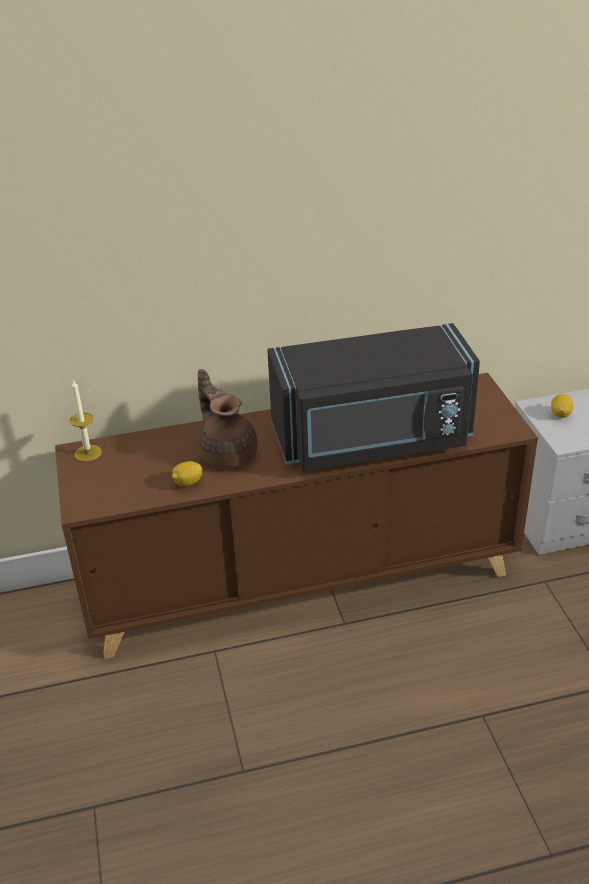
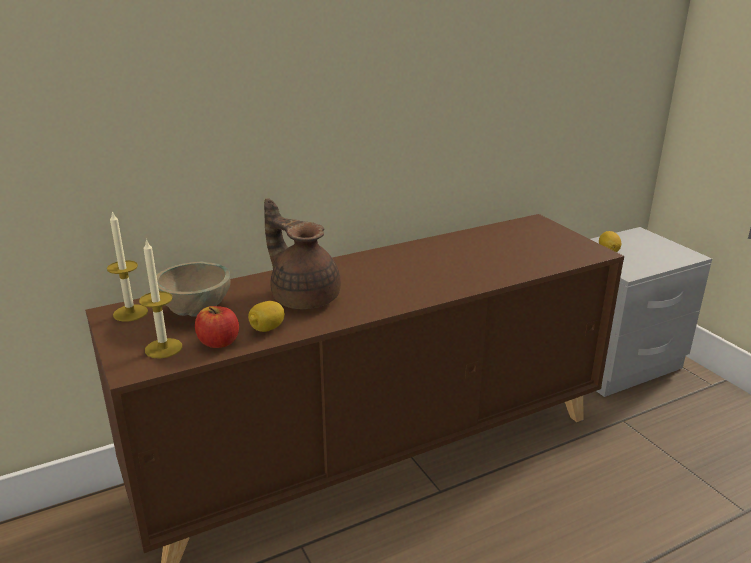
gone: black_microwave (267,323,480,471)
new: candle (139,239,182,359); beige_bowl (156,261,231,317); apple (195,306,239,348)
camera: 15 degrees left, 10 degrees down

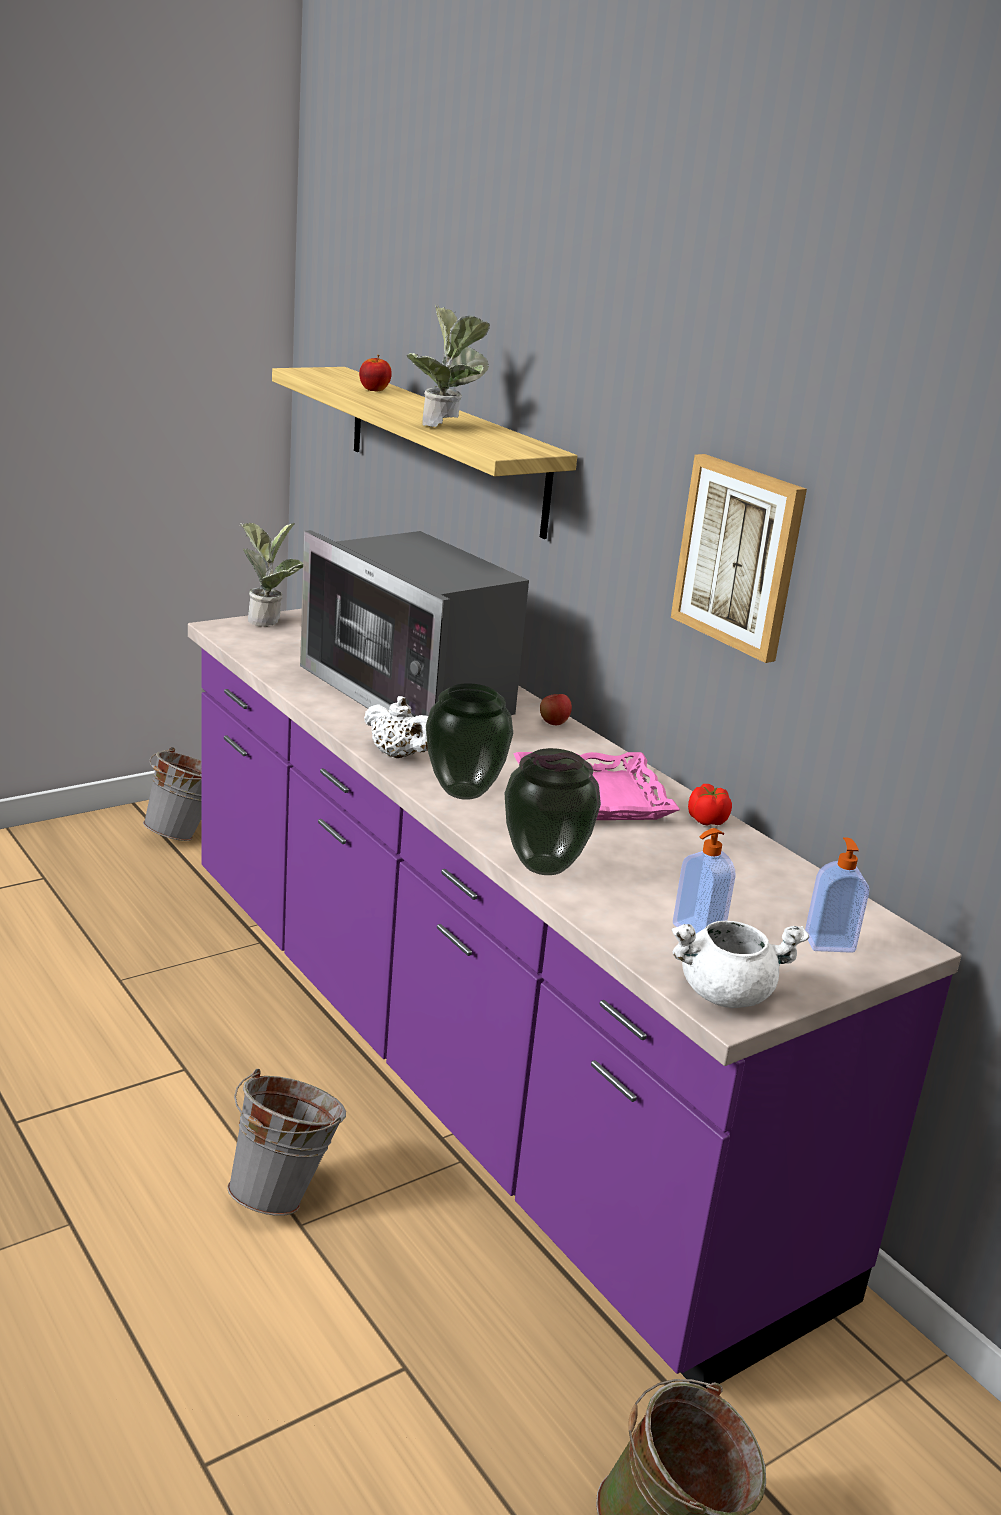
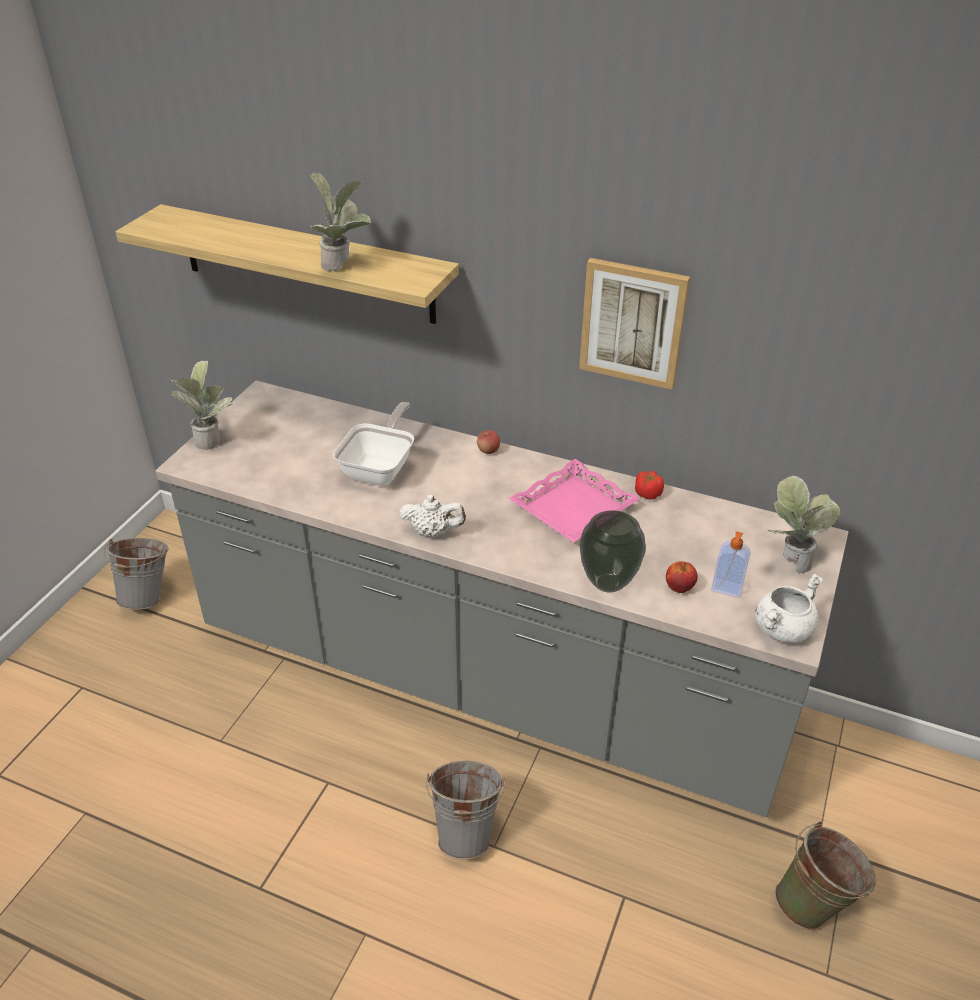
gone: vase (426,683,513,800)
shifted: apple (359,355,392,391) to (666,561,698,593)
swapped: microwave (300,530,529,734) to frying_pan (333,402,414,486); soap_dispenser (805,837,869,953) to potted_plant (768,476,840,573)
repainted: purple_counter (188,609,962,1388) to grey_counter (155,381,848,817)
camera: 30 degrees left, 15 degrees up

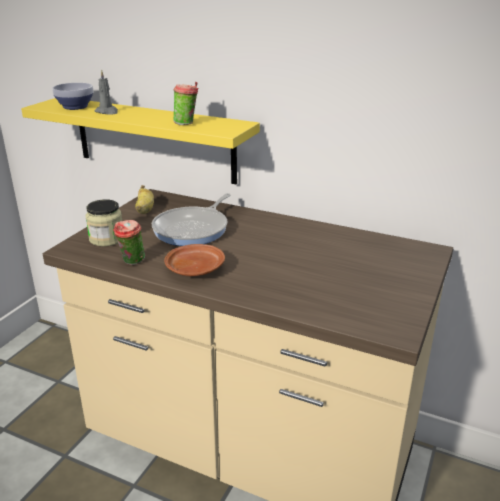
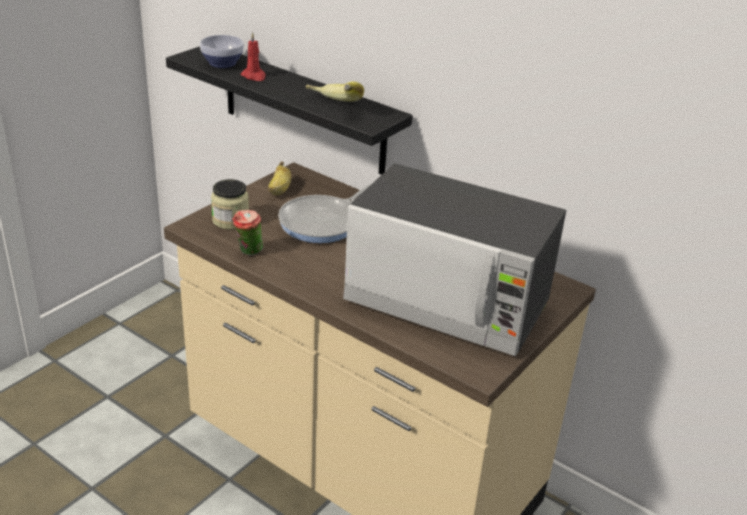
gone: brown_plate (164,244,225,276)
new: microwave (343,163,566,356)
swapped: cup (173,81,198,125) to banana (306,81,364,102)
repainted: grey_candle (94,70,118,114) to red_candle (241,32,266,81); yellow_shelf (21,98,260,184) to black_shelf (166,46,413,175)
camera: 10 degrees right, 5 degrees up

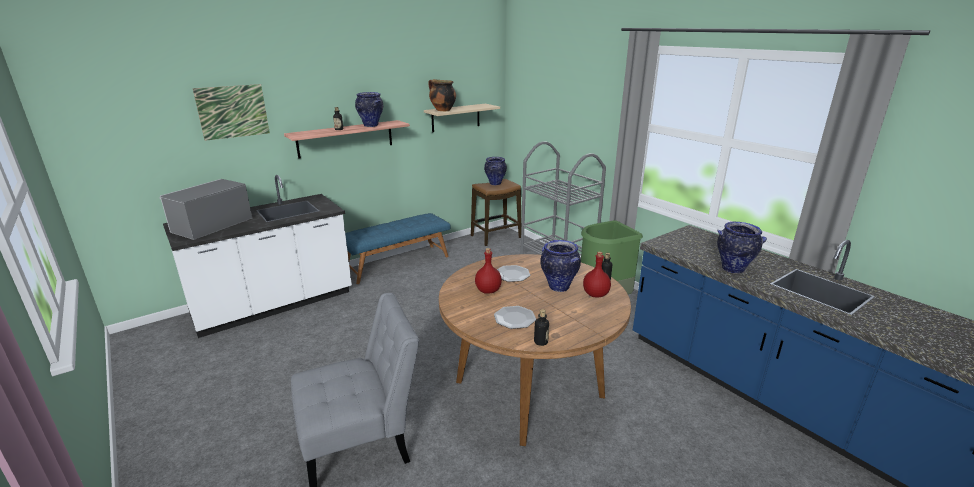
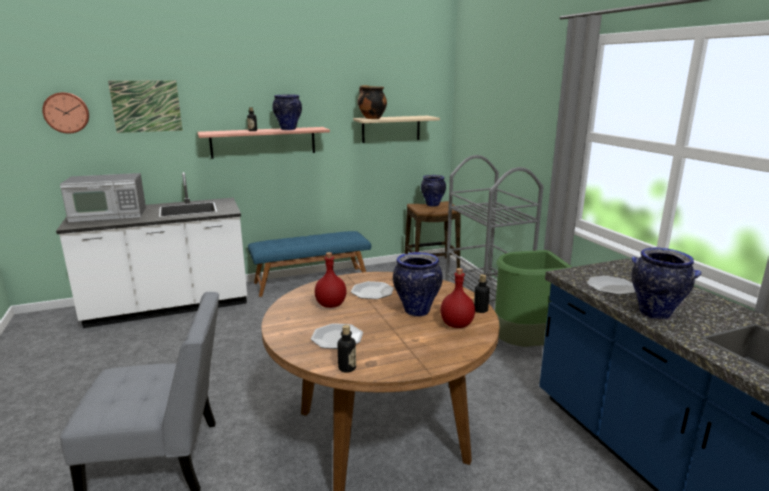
new: wall_clock (42,92,89,134); plate (587,276,636,295)
rotated: microwave (159,179,252,240) = (60,173,146,222) 150 degrees counterclockwise
camera: 15 degrees right, 5 degrees down

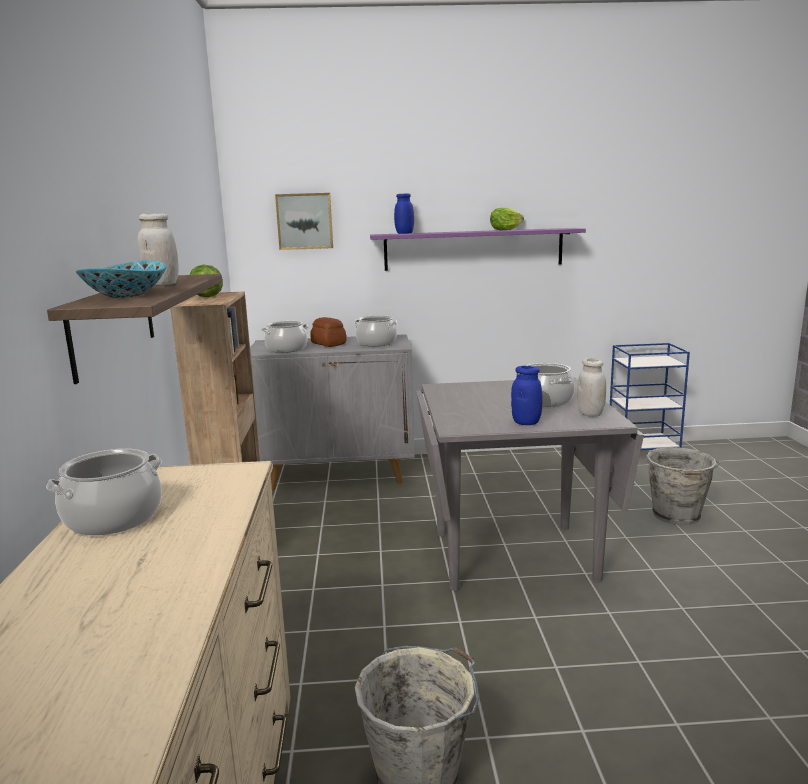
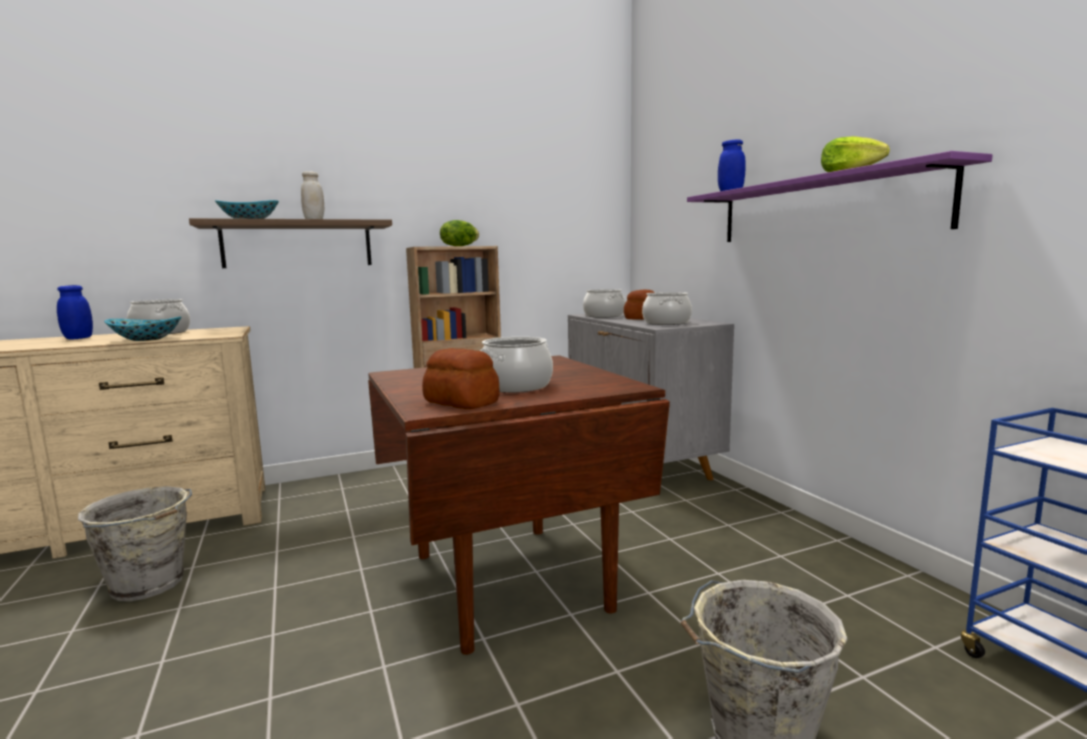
gone: picture (275,193,333,250)
new: bowl (104,317,182,341)
shifted: blue_jar (511,366,543,425) to (57,285,93,339)
swapped: white_jar (577,358,606,417) to bread (422,348,500,409)
repainted: grey_dining_table (416,378,644,591) to brown_dining_table (368,355,670,655)
camera: 70 degrees right, 5 degrees down

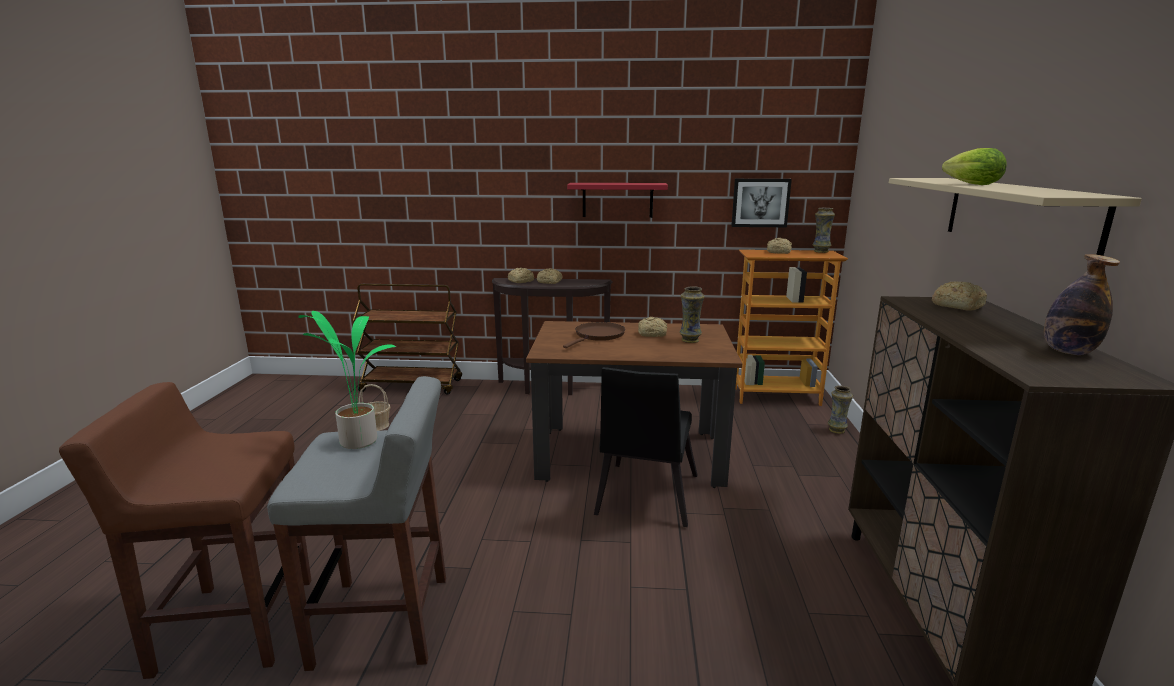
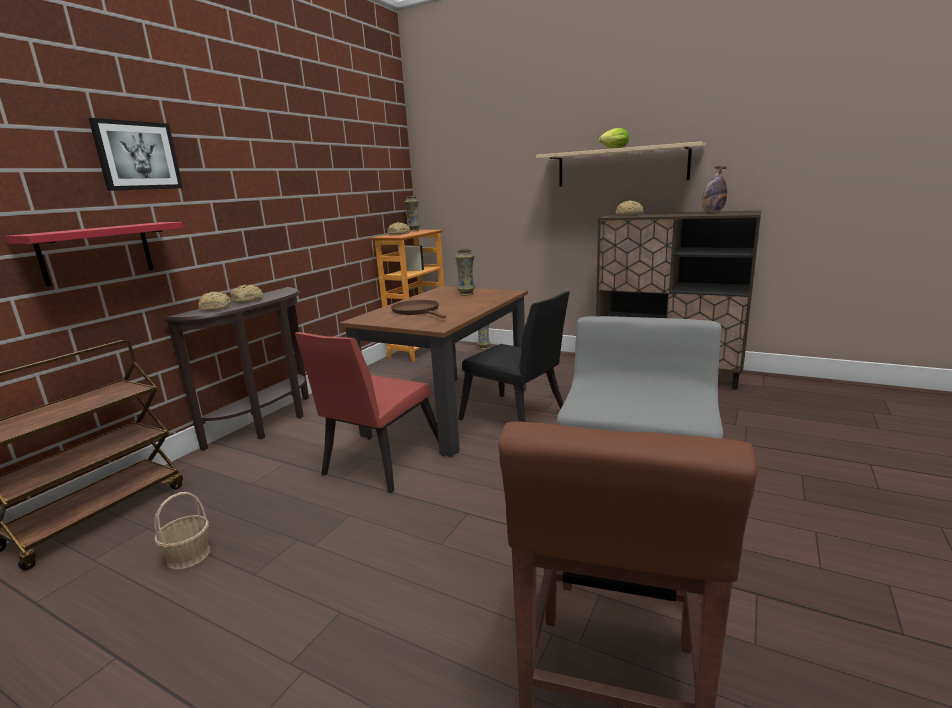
gone: potted_plant (298,311,396,449); bread (638,316,667,337)
new: red_chair (295,332,439,493)
shifted: picture (732,179,792,227) to (89,118,183,191); red_shelf (567,183,668,218) to (5,222,183,287)
camera: 65 degrees left, 0 degrees up

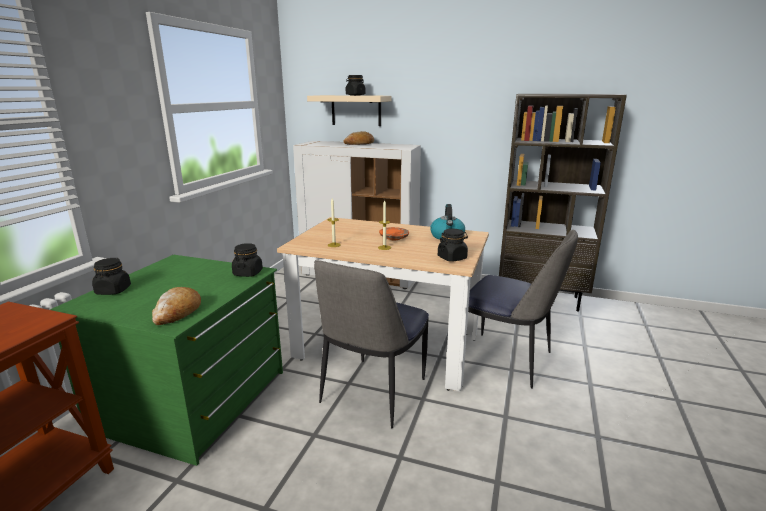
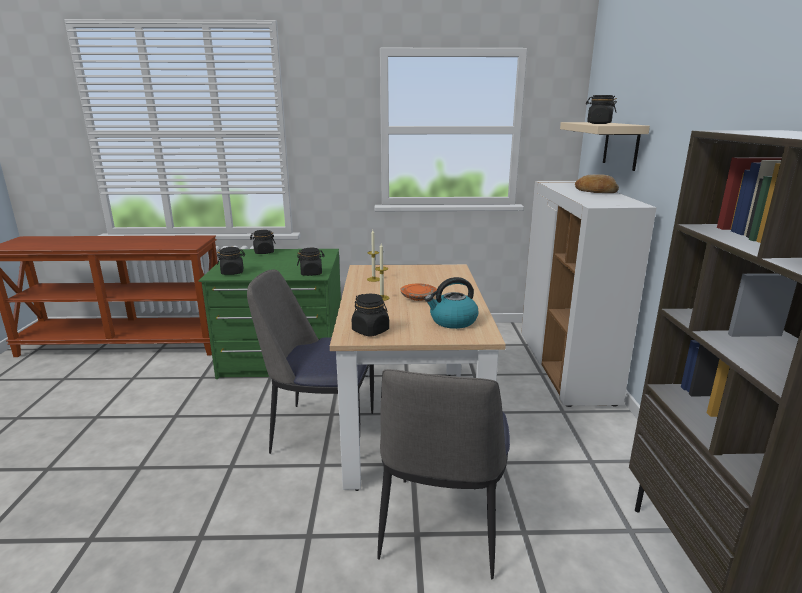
swapped: bread (152,287,201,325) to black_jar (217,247,245,275)
camera: 70 degrees right, 0 degrees up

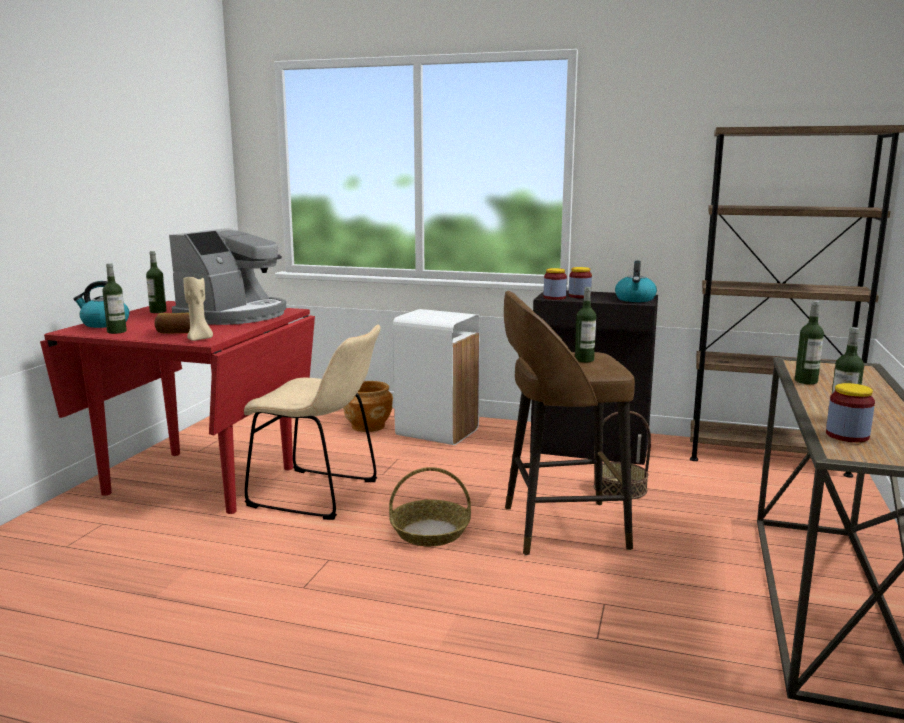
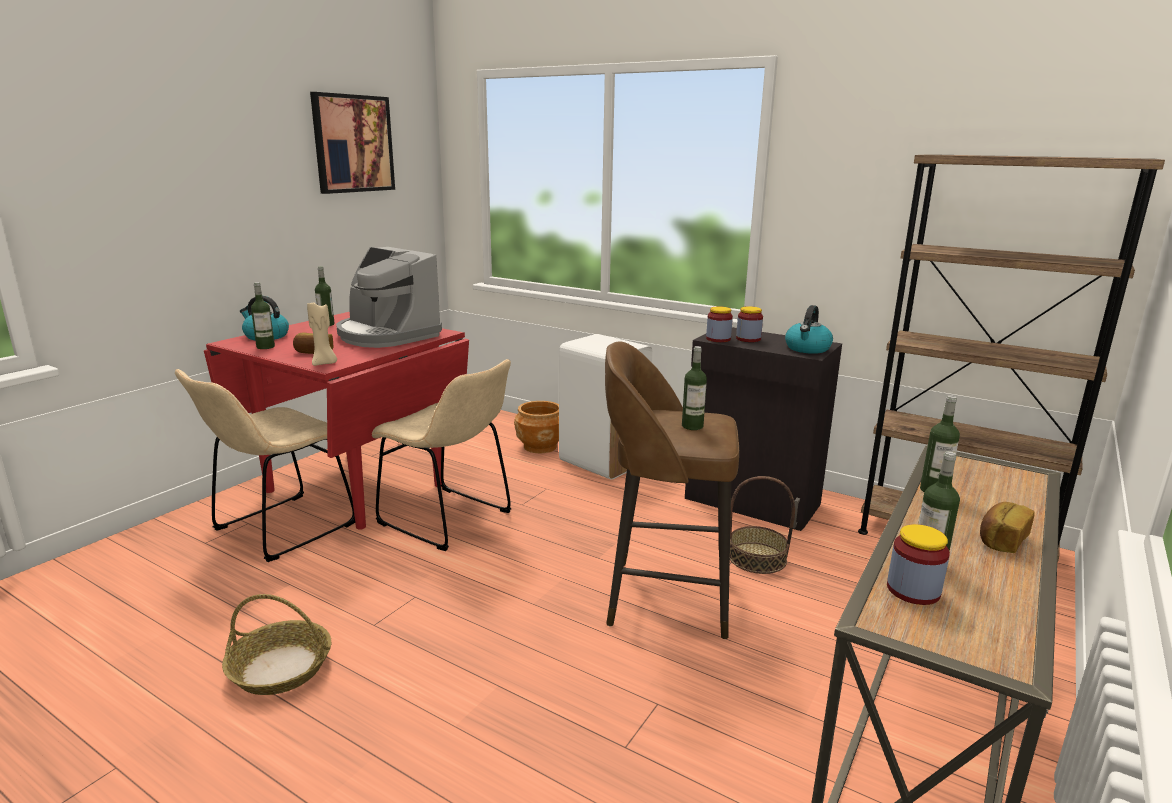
new: picture (310,92,395,194); beige_chair (175,369,355,562); bread (980,502,1035,553)
shifted: basket (389,467,471,546) to (222,594,331,695)
rotated: coffee_machine (169,228,286,325) = (336,247,442,348) 90 degrees clockwise
camera: 15 degrees right, 5 degrees up

